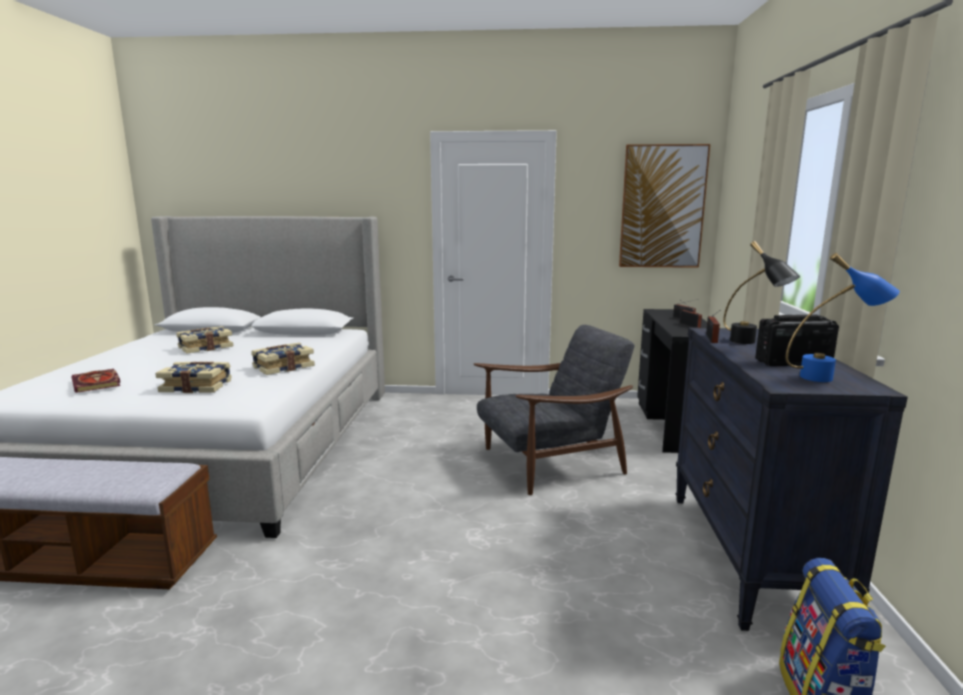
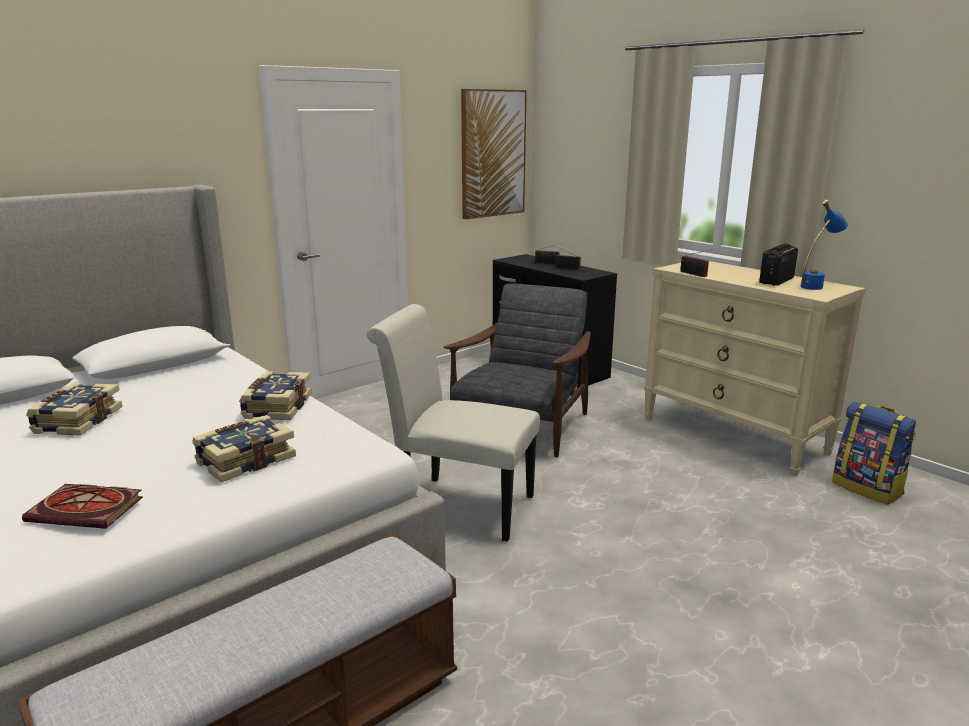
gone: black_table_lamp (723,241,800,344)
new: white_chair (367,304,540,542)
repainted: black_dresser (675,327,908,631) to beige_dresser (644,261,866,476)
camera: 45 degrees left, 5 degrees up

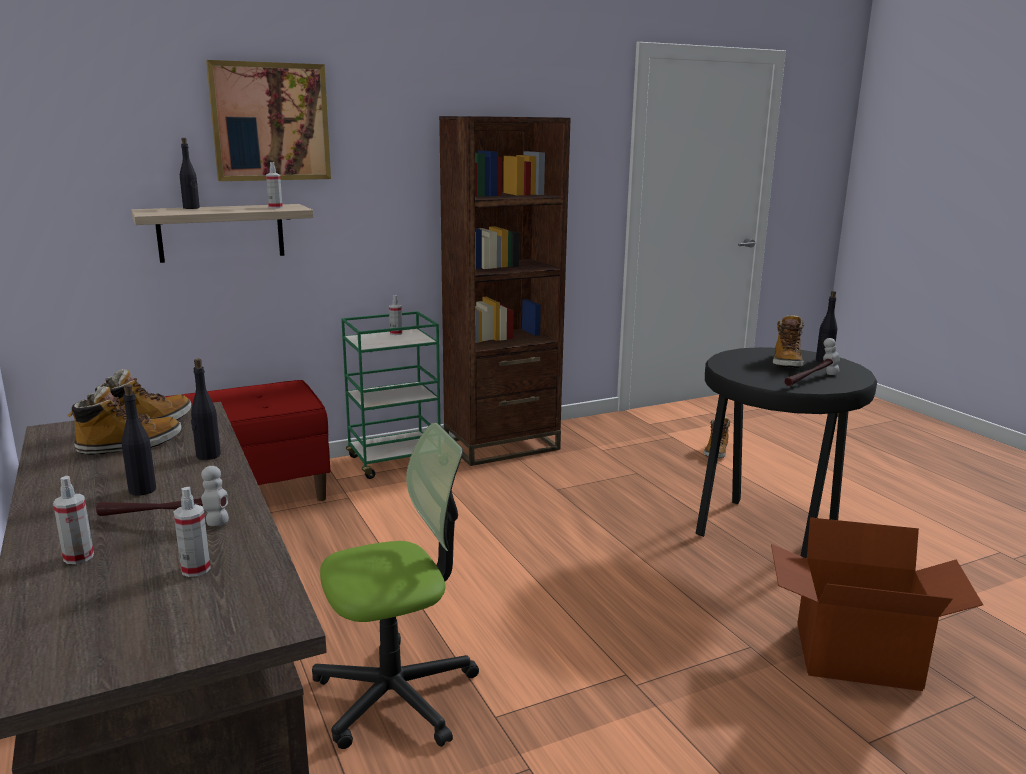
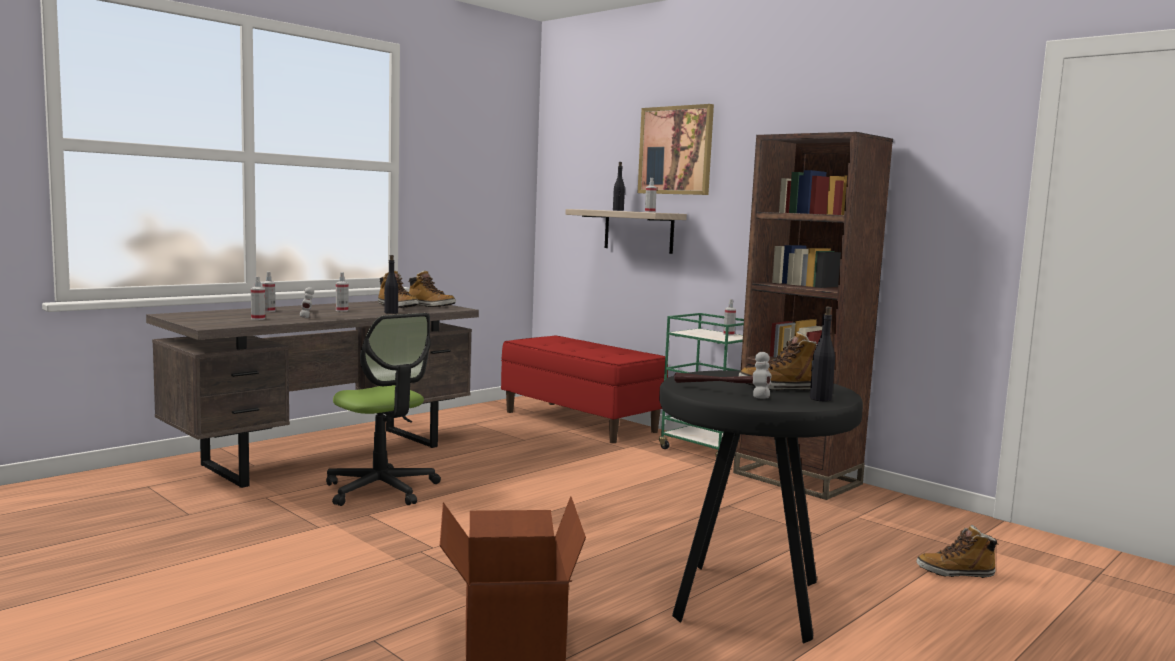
swapped: black_bottle (122,384,156,496) to spray_bottle (336,272,348,312)
camera: 70 degrees right, 10 degrees down

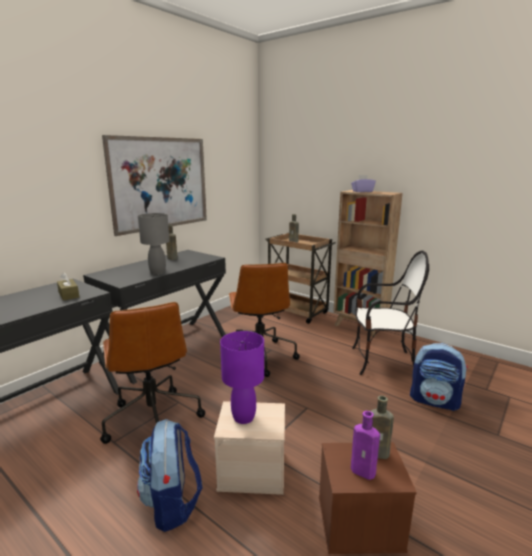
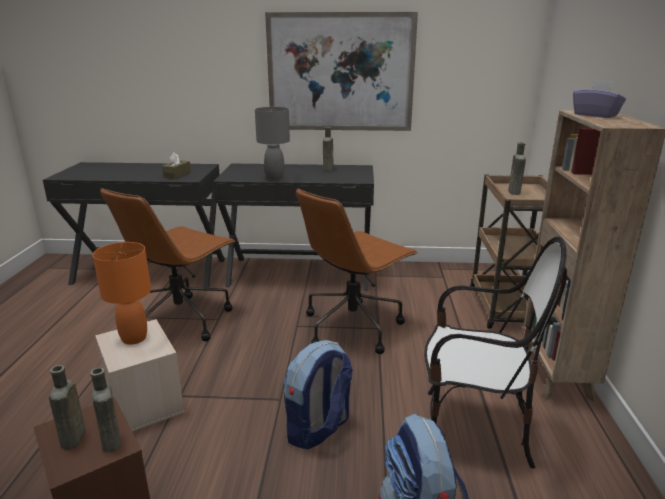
shifted: backpack (137,419,202,532) to (284,340,353,450)
repainted: purple_table_lamp (220,331,264,424) to orange_table_lamp (93,242,151,345); purple_bottle (351,411,380,480) to brown_bottle (49,365,85,449)
rotated: chair (352,251,429,375) = (424,236,567,469) 45 degrees counterclockwise
camera: 55 degrees right, 5 degrees up

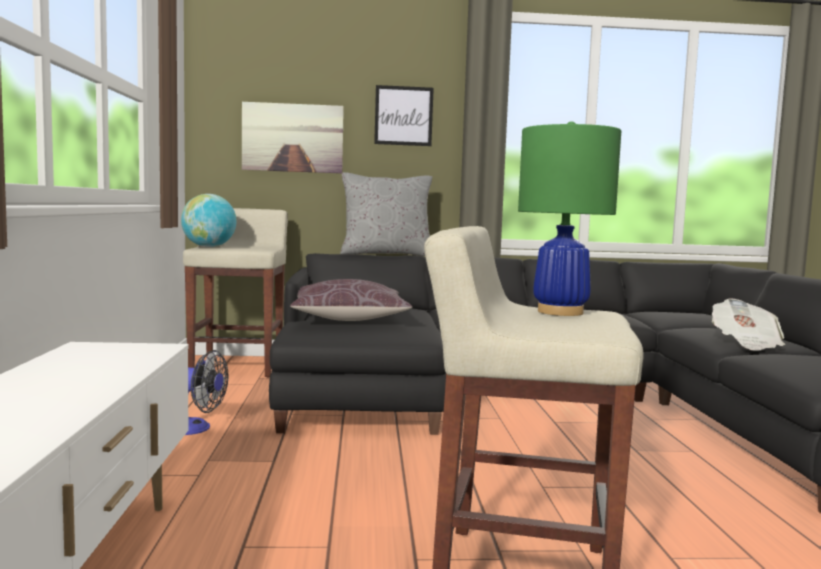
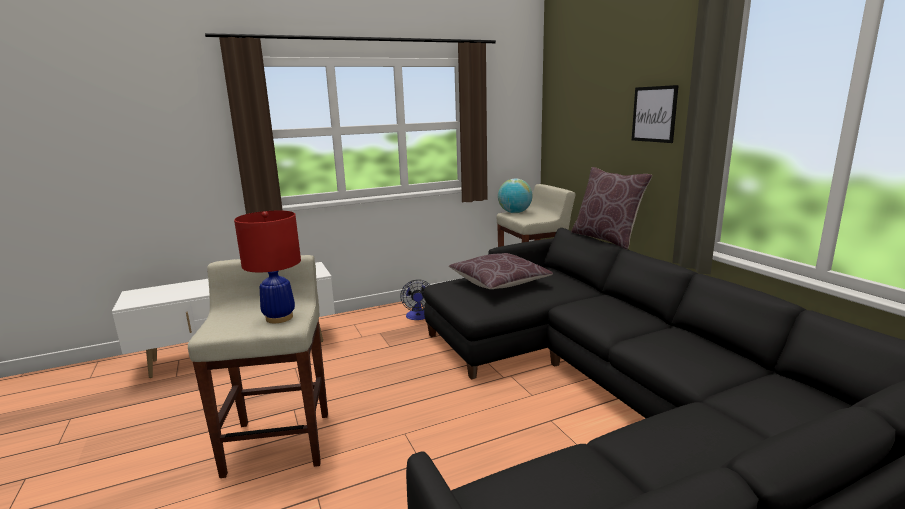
gone: picture (242,102,344,173); newspaper (712,299,785,351)
repainted: green_table_lamp (518,121,621,316) to red_table_lamp (234,211,301,323); grey_pillow (340,172,432,256) to brown_pillow (571,167,652,249)
camera: 70 degrees right, 10 degrees up

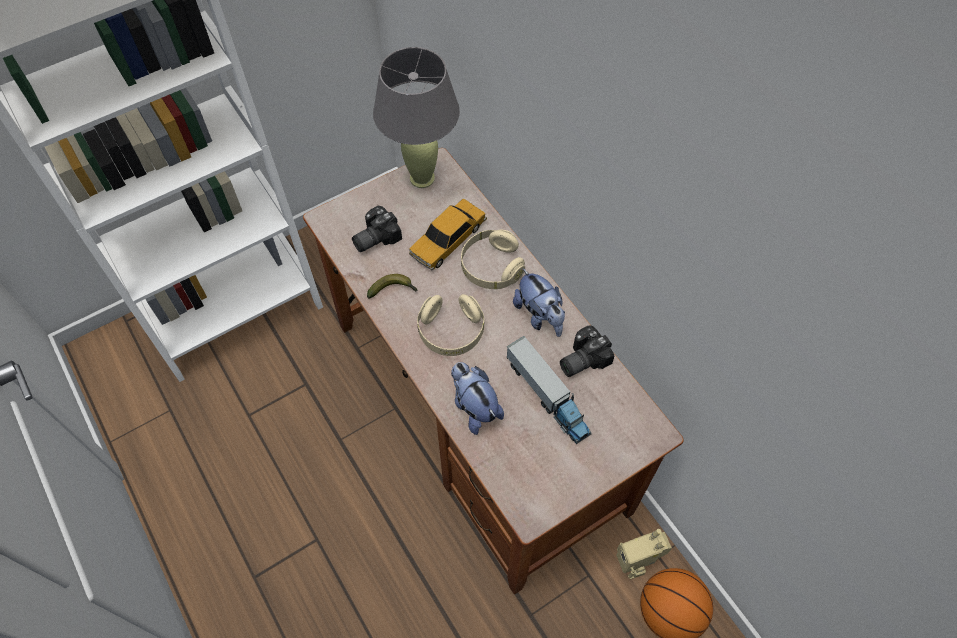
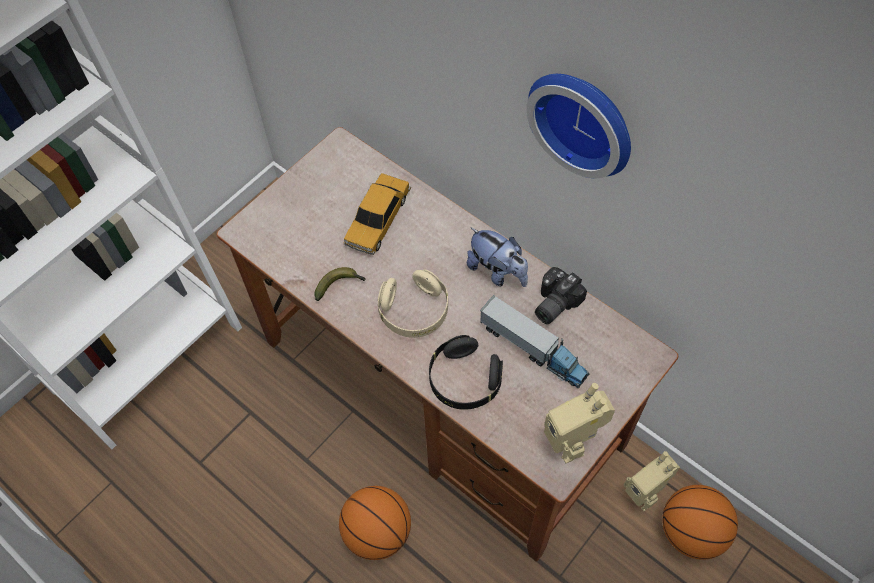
gone: grey_table_lamp (373,47,460,188); photo_camera (352,206,402,252); beige_headphones (461,230,525,289)
new: wall_clock (526,74,631,178); toy_robot (544,383,615,463); basketball (339,486,411,560)
swapped: plush_toy (451,362,504,435) to black_headphones (429,335,503,410)
camera: 15 degrees left, 0 degrees up

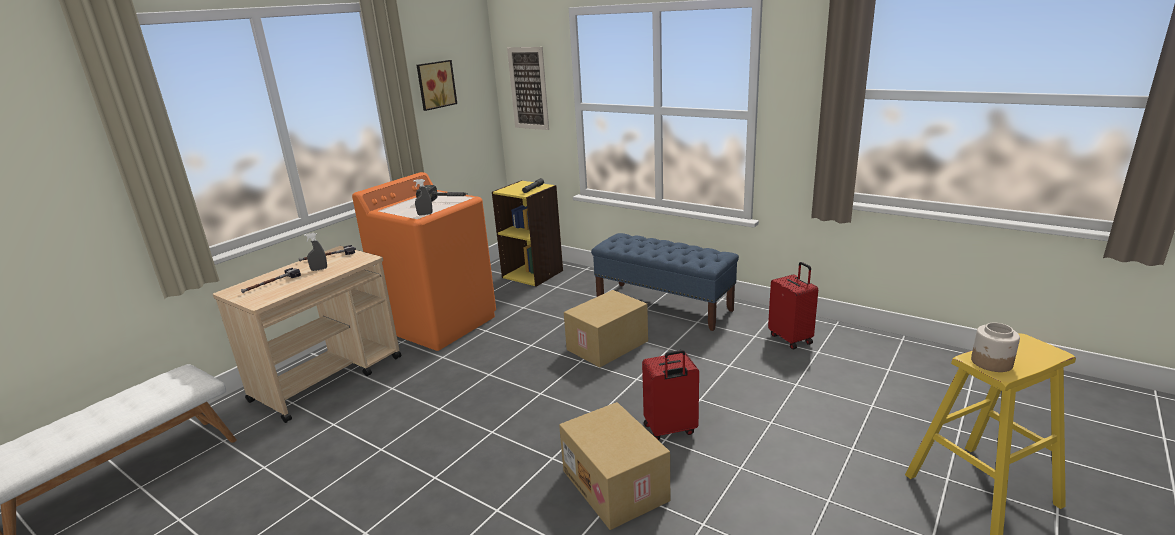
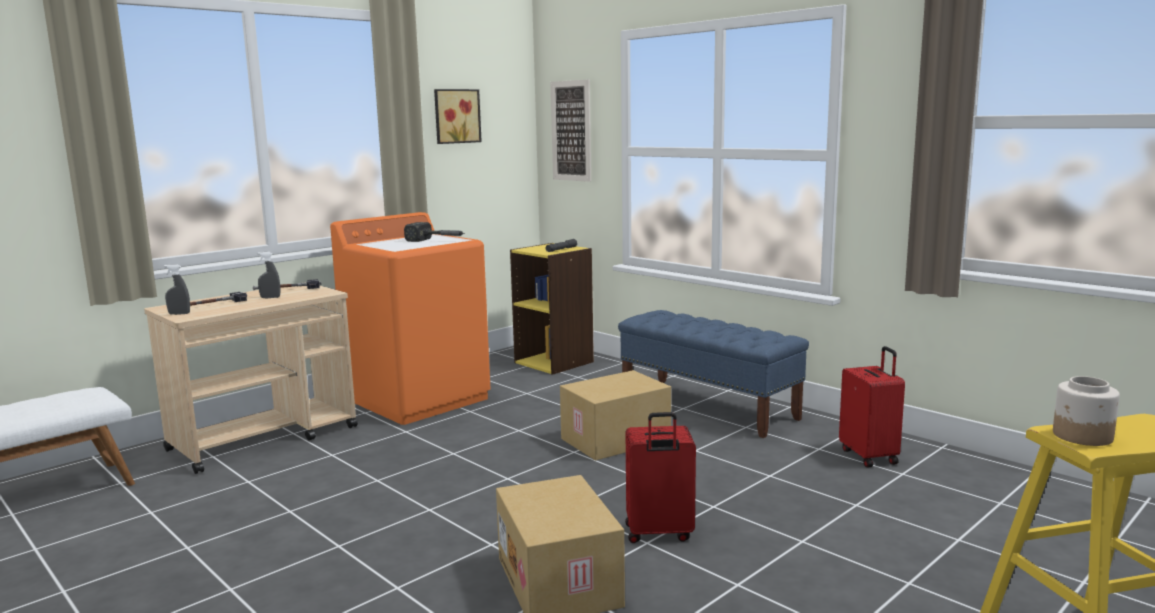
shifted: grey_spray_bottle (413,179,432,216) to (164,264,190,315)
camera: 10 degrees right, 10 degrees down

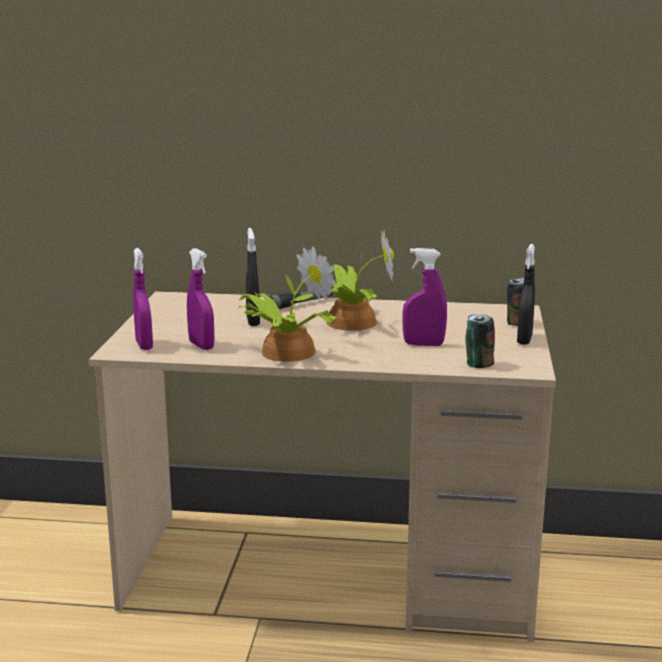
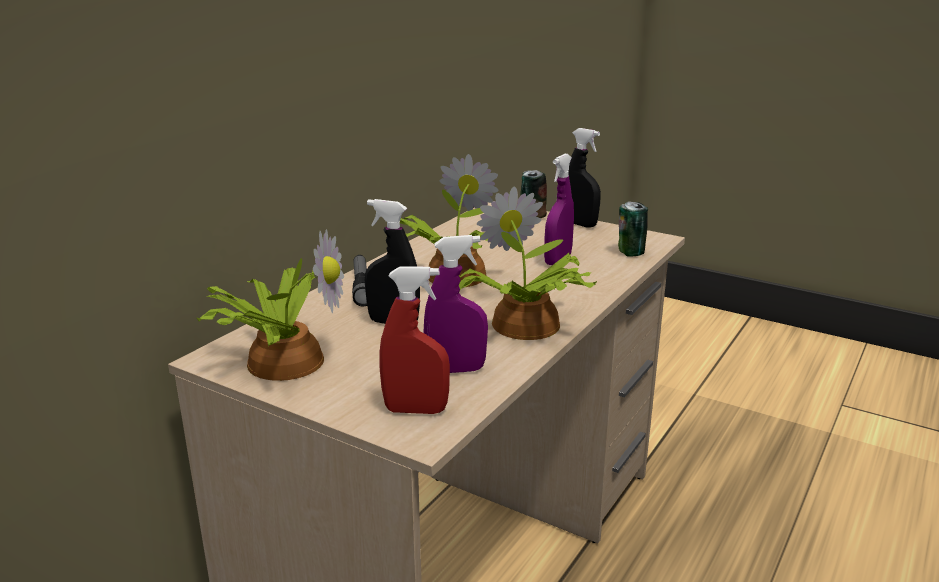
new: potted_plant (197,229,344,381)
repainted: purple_spray_bottle (133,248,153,350) to red_spray_bottle (380,266,450,414)
camera: 65 degrees left, 5 degrees up

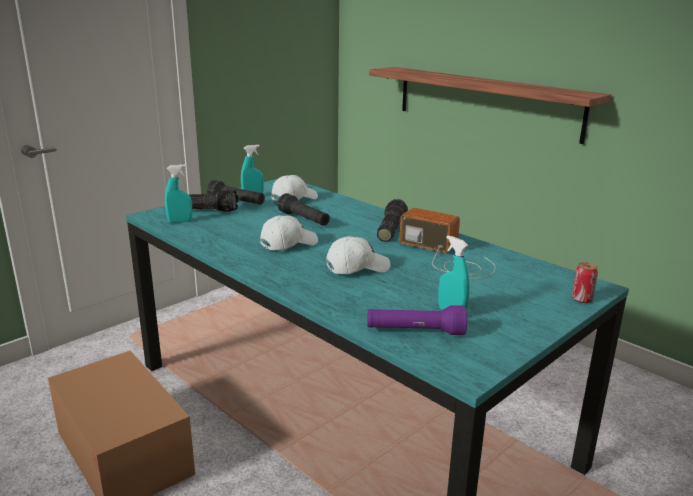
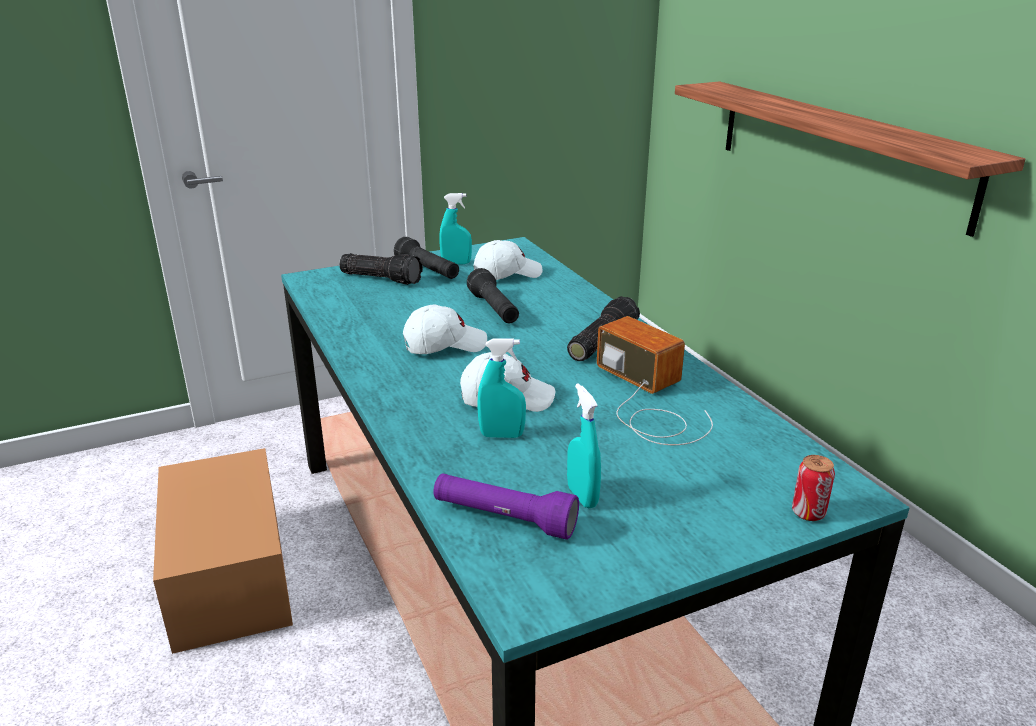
shifted: turquoise_spray_bottle (165,164,192,223) to (477,338,526,438)
camera: 20 degrees right, 5 degrees up

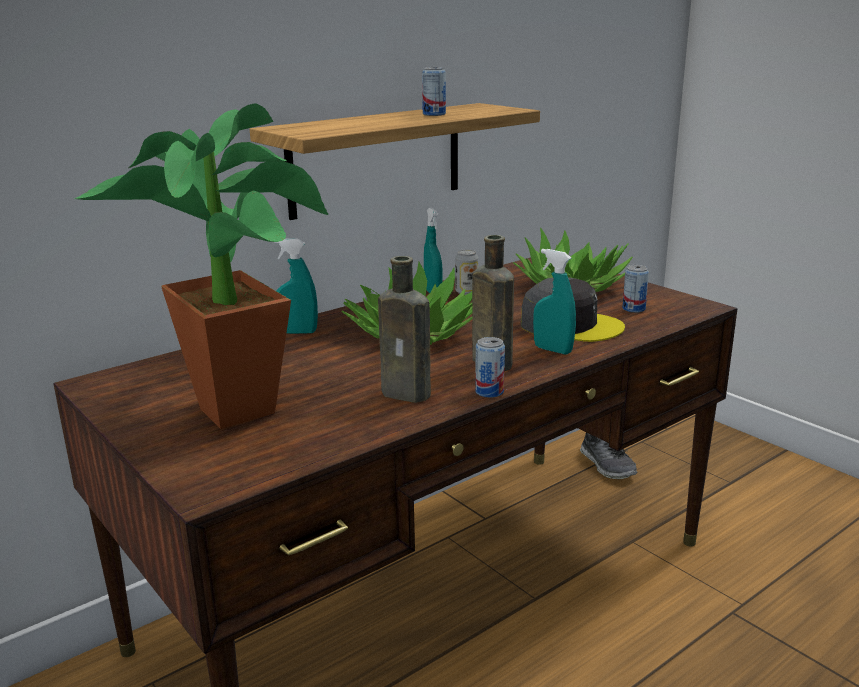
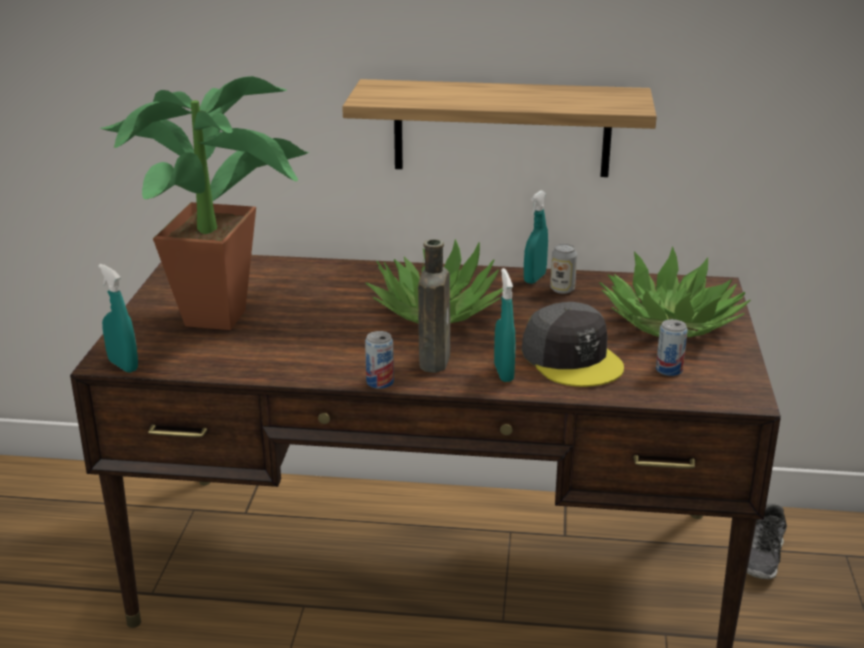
gone: can (422,67,446,116); brown_bottle (378,256,431,403)
shifted: turquoise_spray_bottle (274,239,318,334) to (98,264,138,373)
camera: 45 degrees right, 5 degrees up

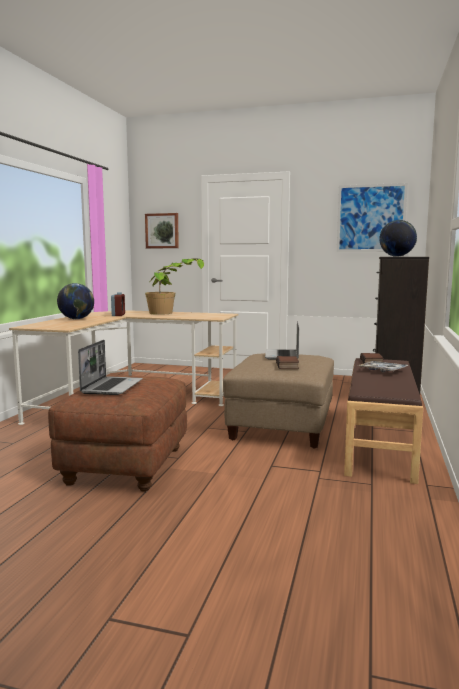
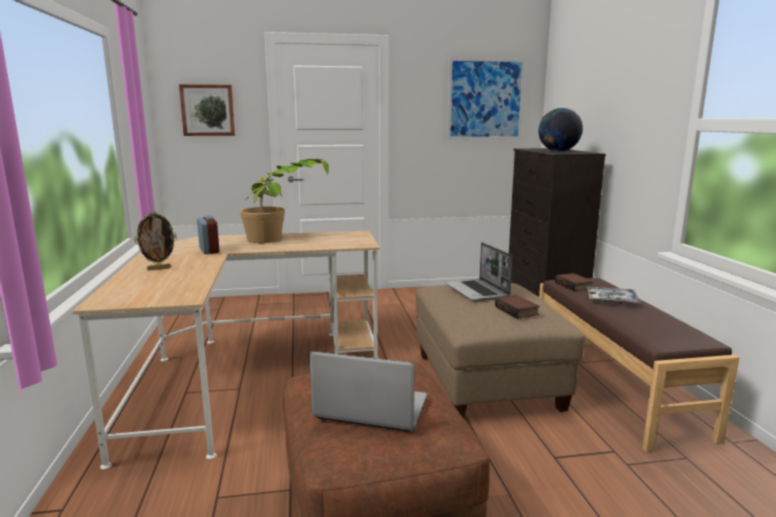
swapped: globe (57,283,94,319) to picture_frame (134,211,177,271)
rotated: laptop (78,340,143,395) = (310,351,427,432) 60 degrees counterclockwise
camera: 25 degrees left, 5 degrees up

